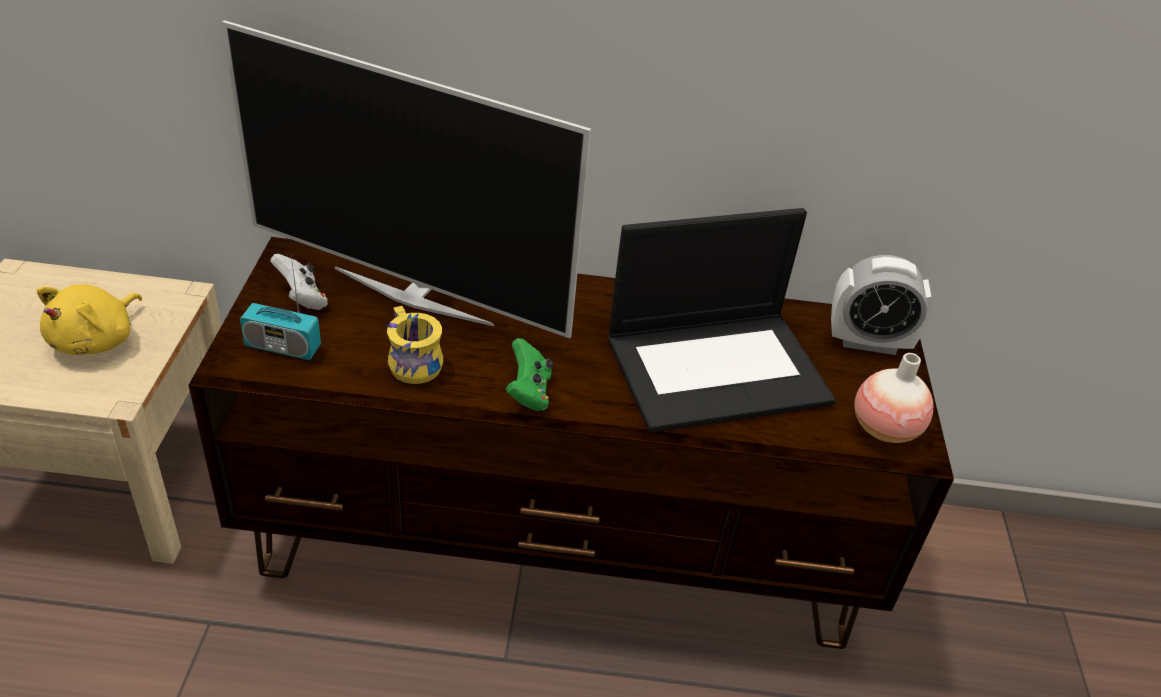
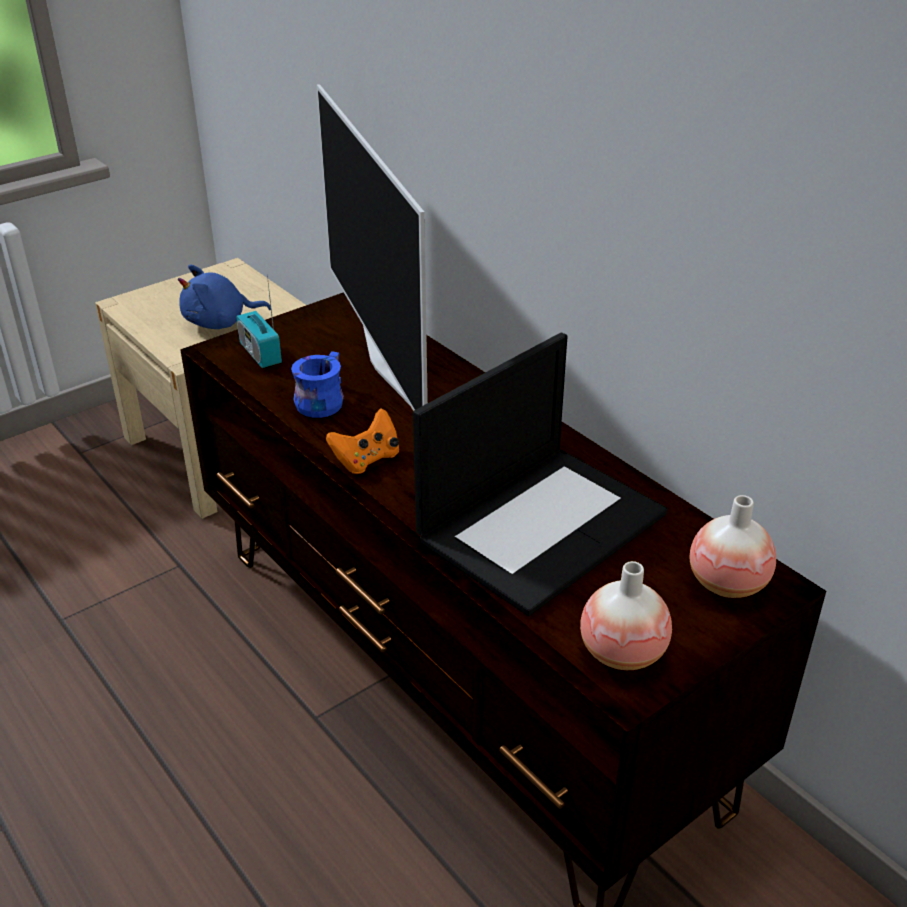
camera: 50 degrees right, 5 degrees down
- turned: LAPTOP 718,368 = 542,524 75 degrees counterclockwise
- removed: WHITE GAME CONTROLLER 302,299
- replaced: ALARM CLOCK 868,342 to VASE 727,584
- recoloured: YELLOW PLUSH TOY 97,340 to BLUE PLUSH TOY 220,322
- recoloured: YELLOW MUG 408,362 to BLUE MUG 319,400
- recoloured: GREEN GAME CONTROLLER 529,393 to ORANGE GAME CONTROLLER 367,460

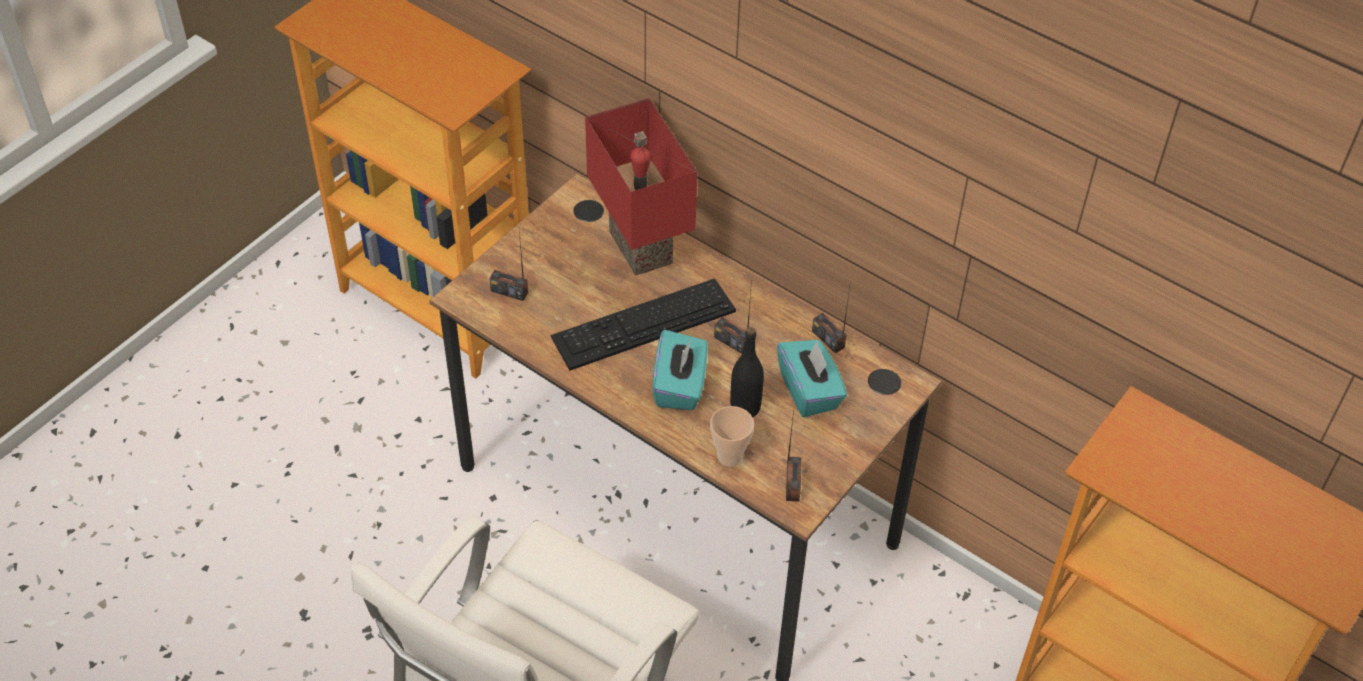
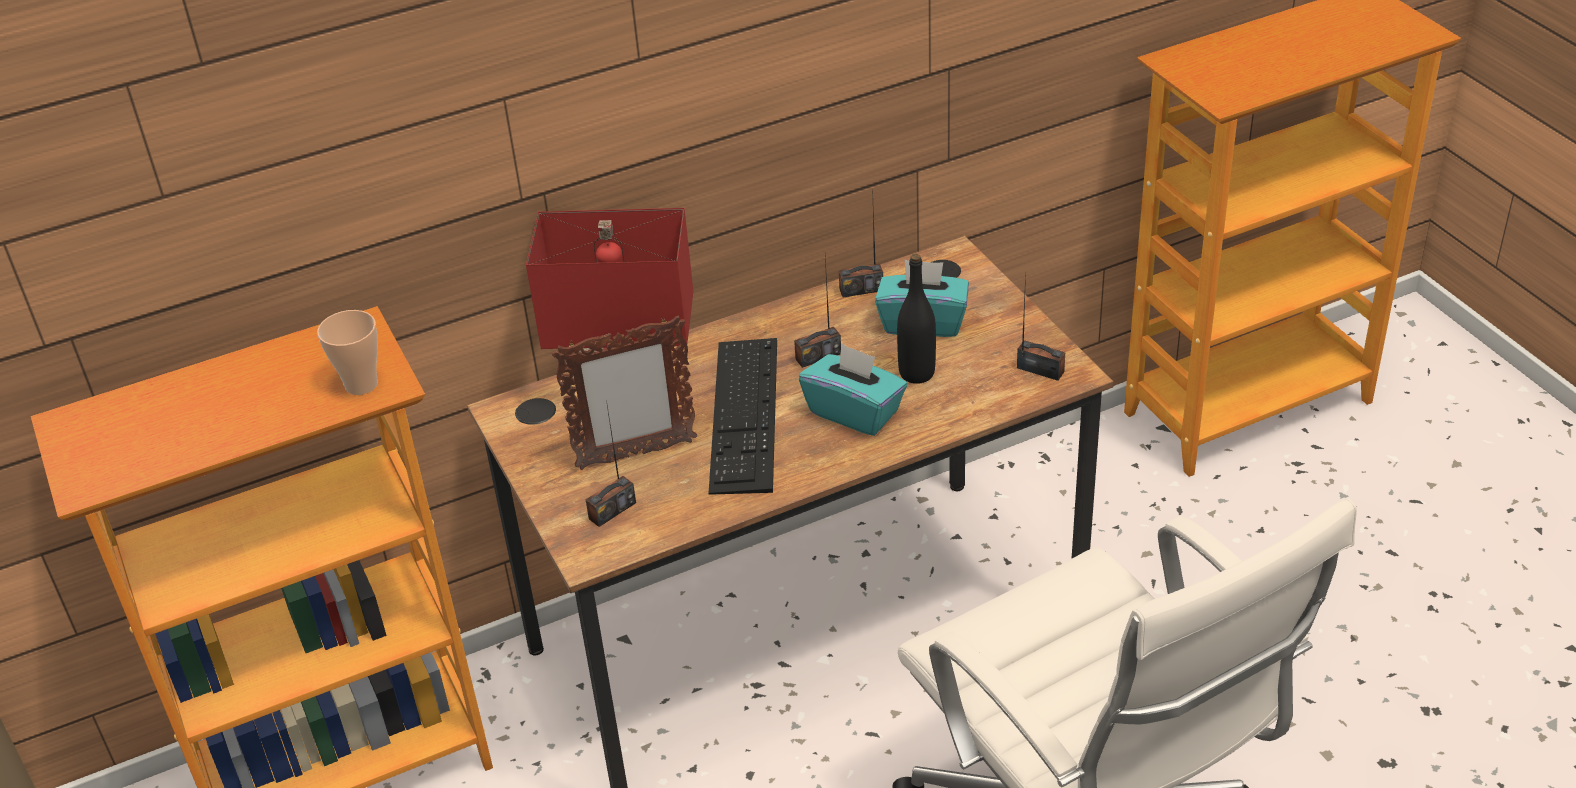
camera: 60 degrees left, 10 degrees down
- moved: CUP 730,456 to 361,385
- added: PICTURE FRAME 635,455

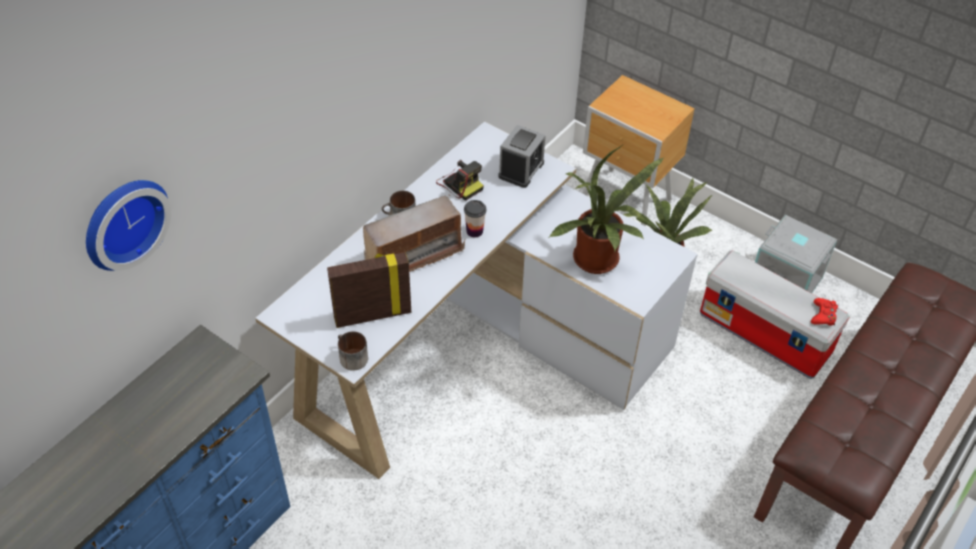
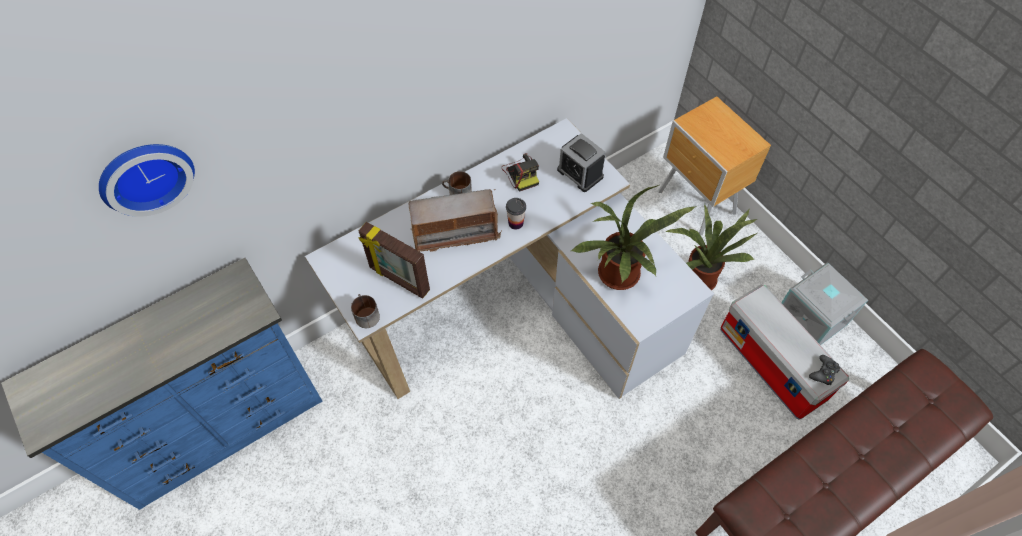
camera: 20 degrees right, 10 degrees up
- turned: ALARM CLOCK 521,169 = 580,173 90 degrees clockwise
- turned: PICTURE FRAME 372,315 = 398,280 150 degrees counterclockwise
- recoloured: RED GAME CONTROLLER 823,315 to BLACK GAME CONTROLLER 823,372

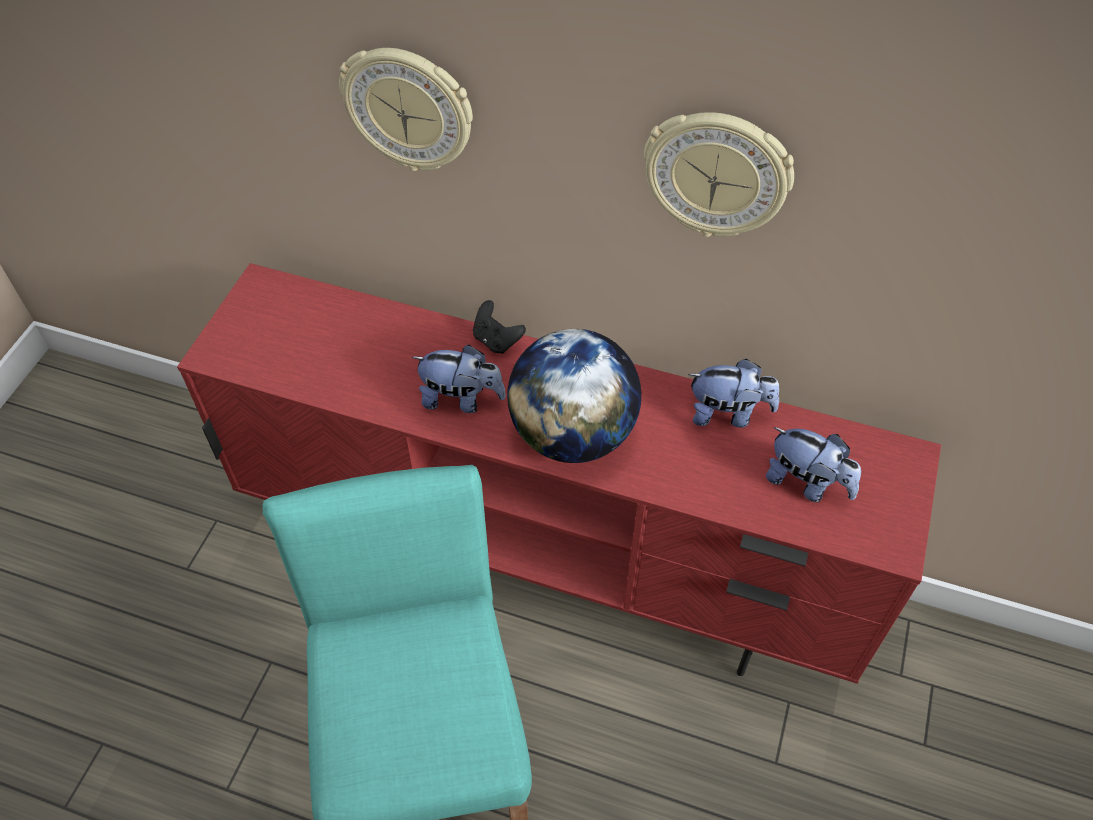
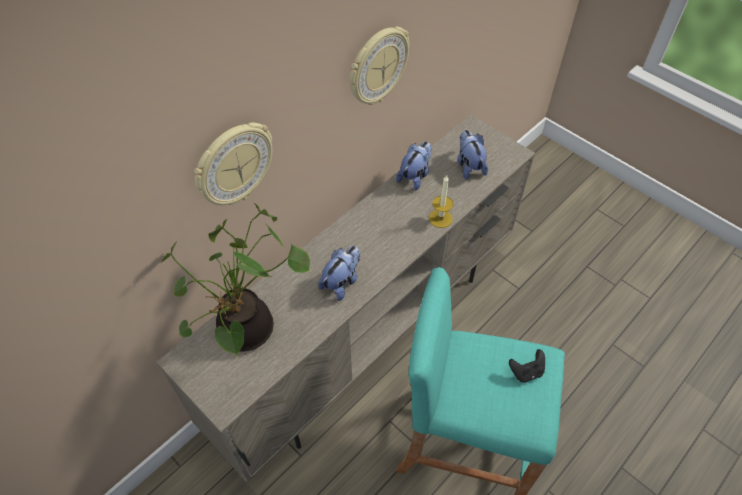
camera: 65 degrees left, 0 degrees up
- recoloured: RED TV STAND 551,562 to BEIGE TV STAND 370,336
- moved: BLACK GAME CONTROLLER 496,340 to 526,372
- removed: GLOBE 572,434
- turned: PLUSH TOY 807,483 = 469,166 75 degrees counterclockwise
- added: CANDLE 440,218
- added: POTTED PLANT 248,333

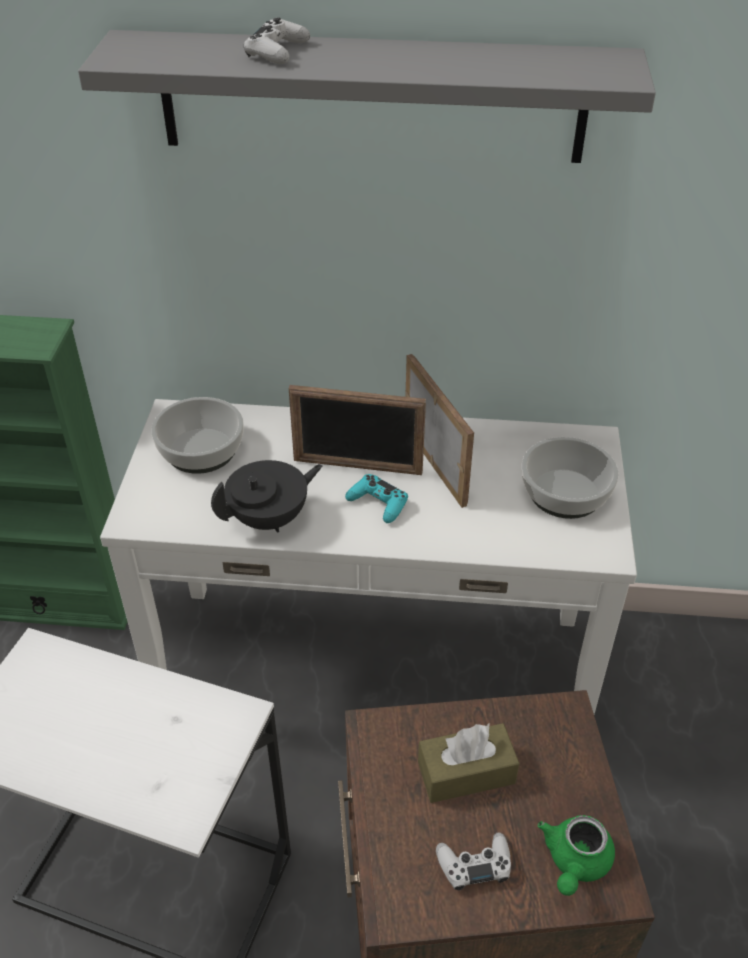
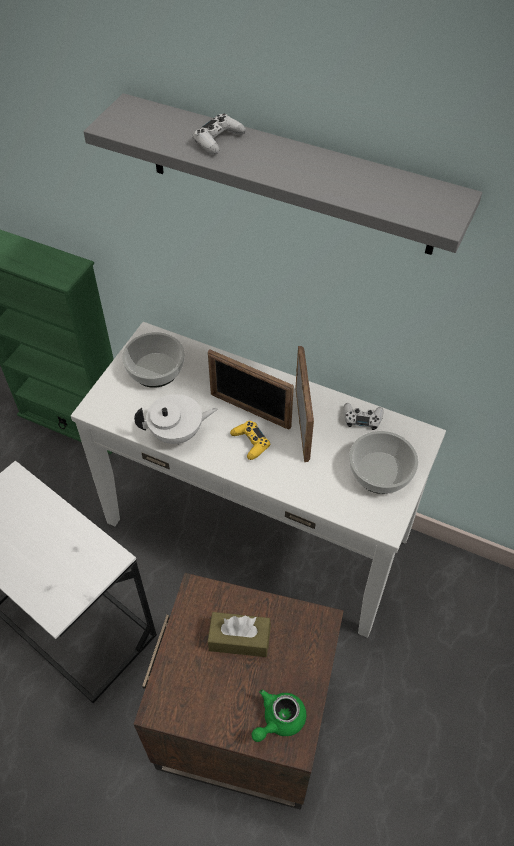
camera: 20 degrees right, 10 degrees up
- recoloured: BLACK TEAPOT 270,518 to WHITE TEAPOT 177,433
- recoloured: TURQUOISE GAME CONTROLLER 378,503 to YELLOW GAME CONTROLLER 250,442
- moved: WHITE GAME CONTROLLER 474,865 to 362,419

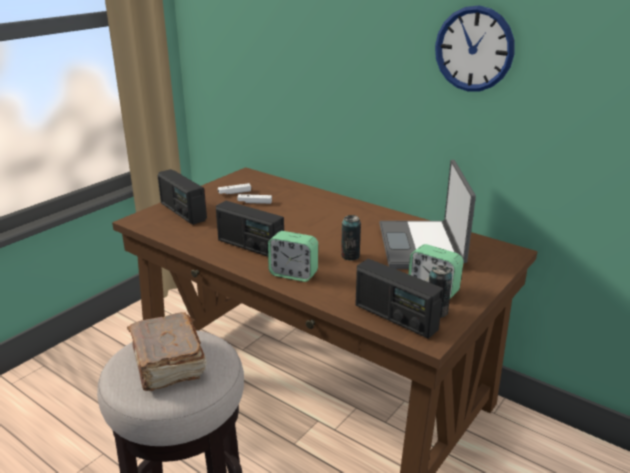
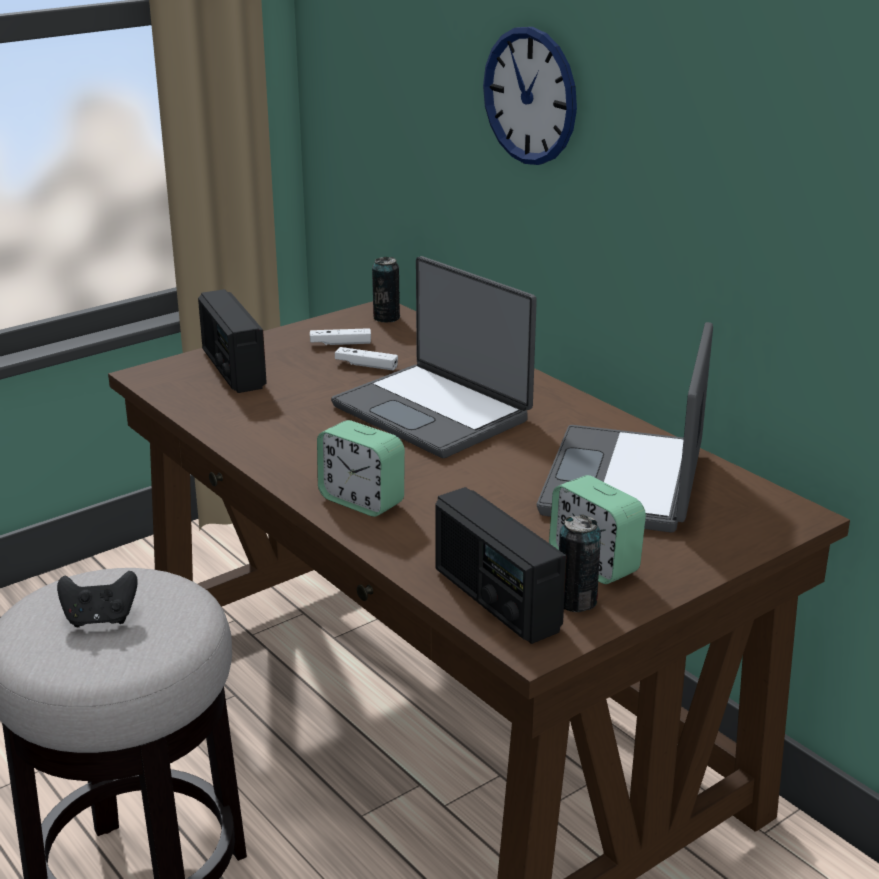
camera: 15 degrees right, 0 degrees up
- moved: WALL CLOCK 474,49 to 530,96
- removed: RADIO 250,246
- moved: CAN 350,256 to 386,318
- replaced: BROWN BOOK 167,363 to BLACK GAME CONTROLLER 100,619
- added: LAPTOP 434,412

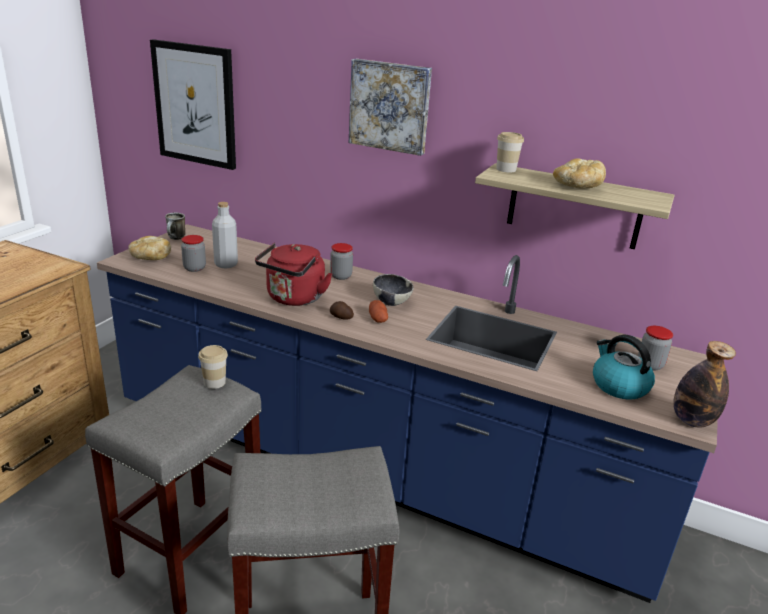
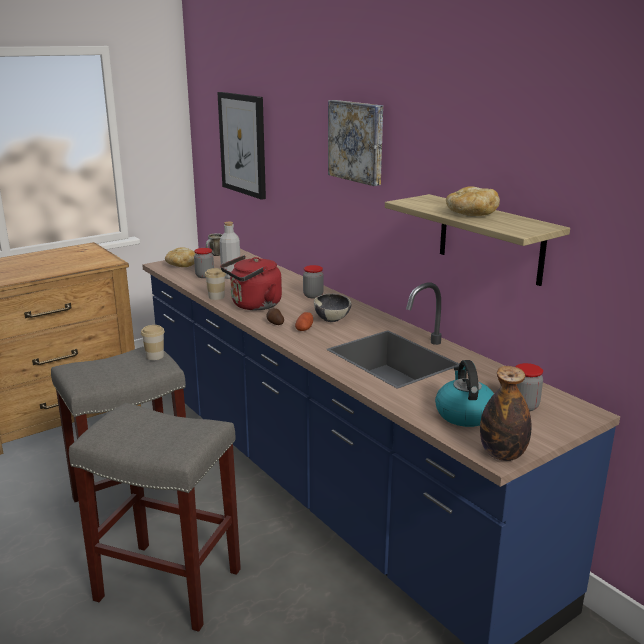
camera: 30 degrees right, 5 degrees down
- moved: CUP 506,169 to 216,297

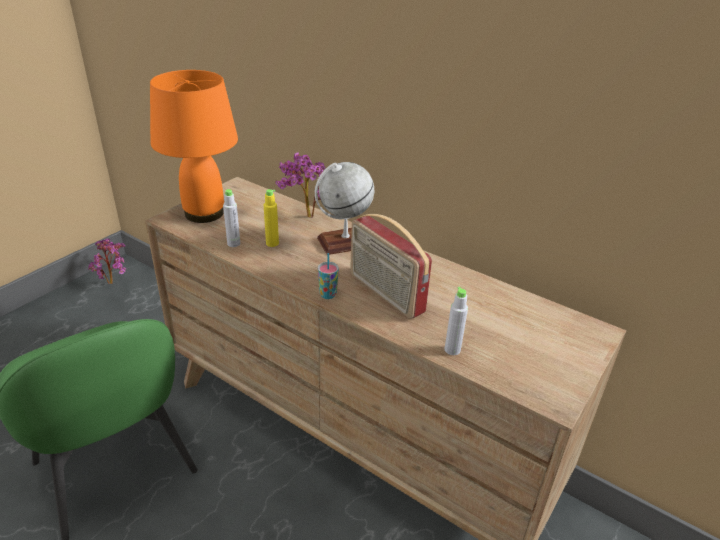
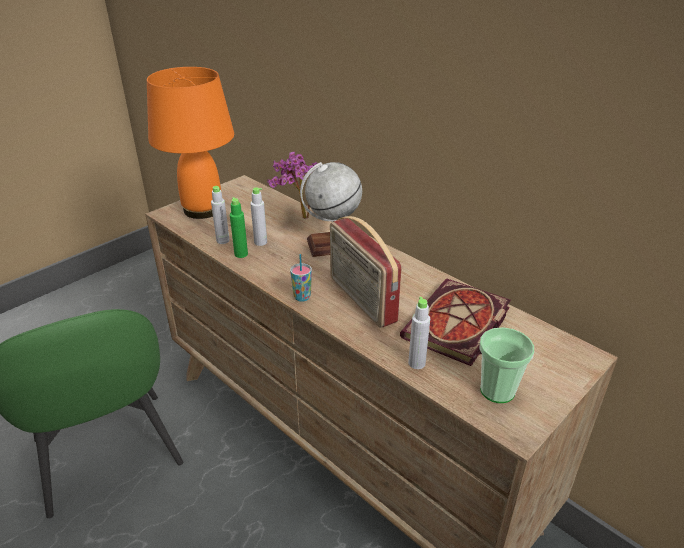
camera: 10 degrees right, 0 degrees up
- recoloured: YELLOW BOTTLE 272,243 to GREY BOTTLE 260,242
- removed: POTTED PLANT 114,282
- added: GREEN BOTTLE 241,254
- added: BOOK 457,326
- added: CUP 497,391

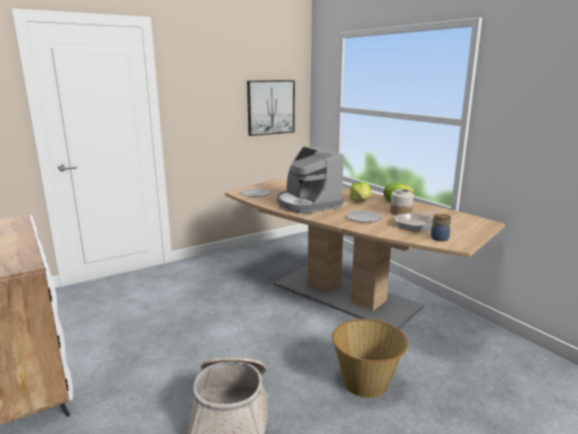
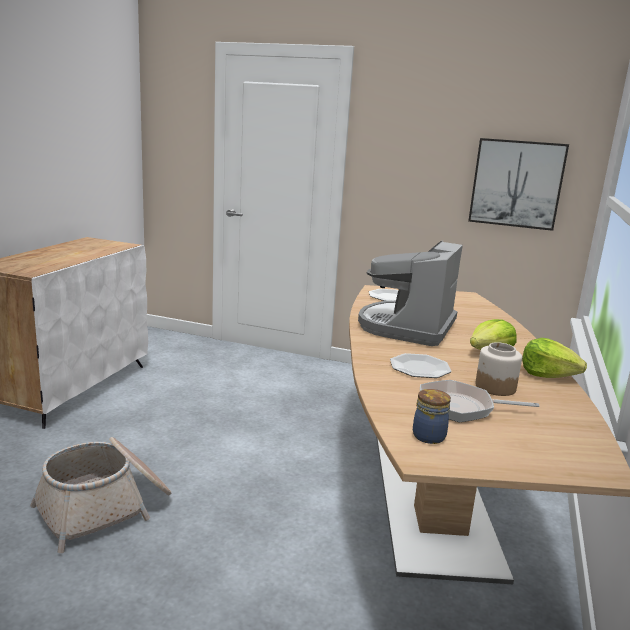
camera: 50 degrees right, 0 degrees up
- removed: BASKET 366,383

